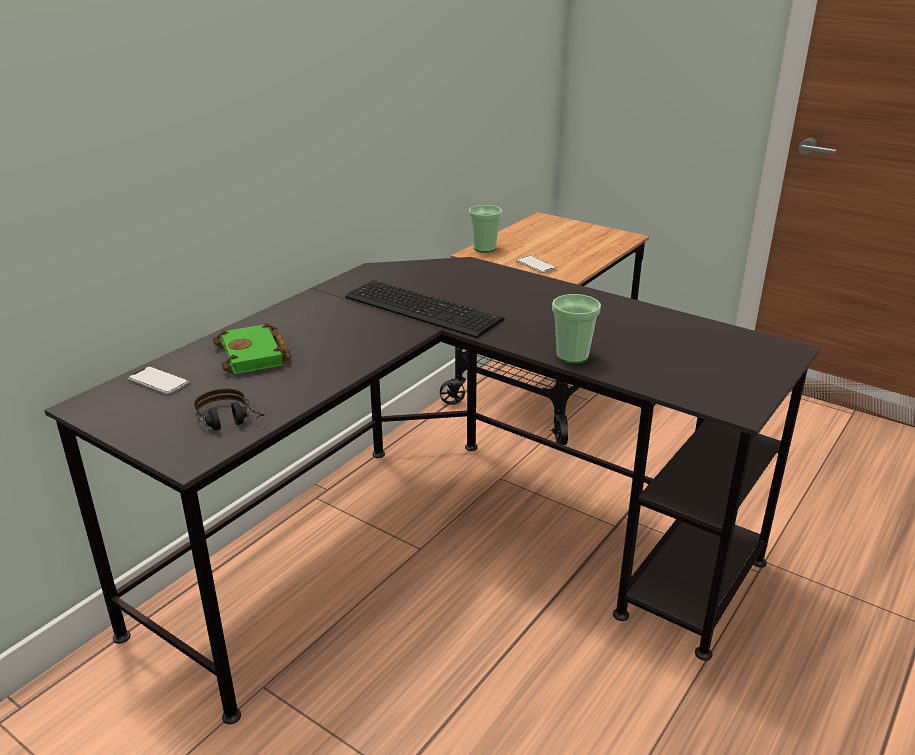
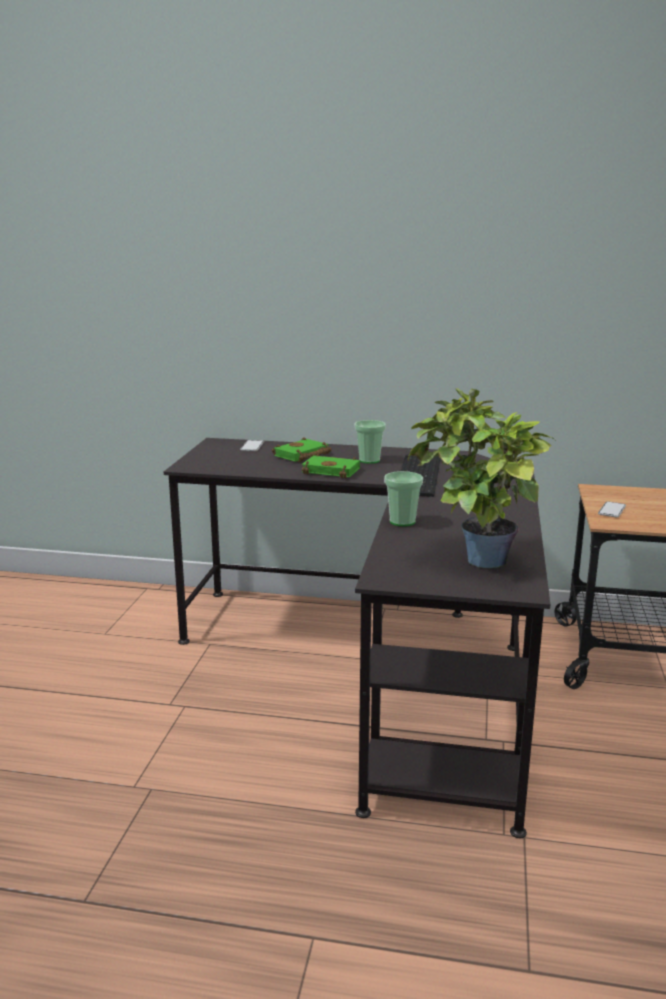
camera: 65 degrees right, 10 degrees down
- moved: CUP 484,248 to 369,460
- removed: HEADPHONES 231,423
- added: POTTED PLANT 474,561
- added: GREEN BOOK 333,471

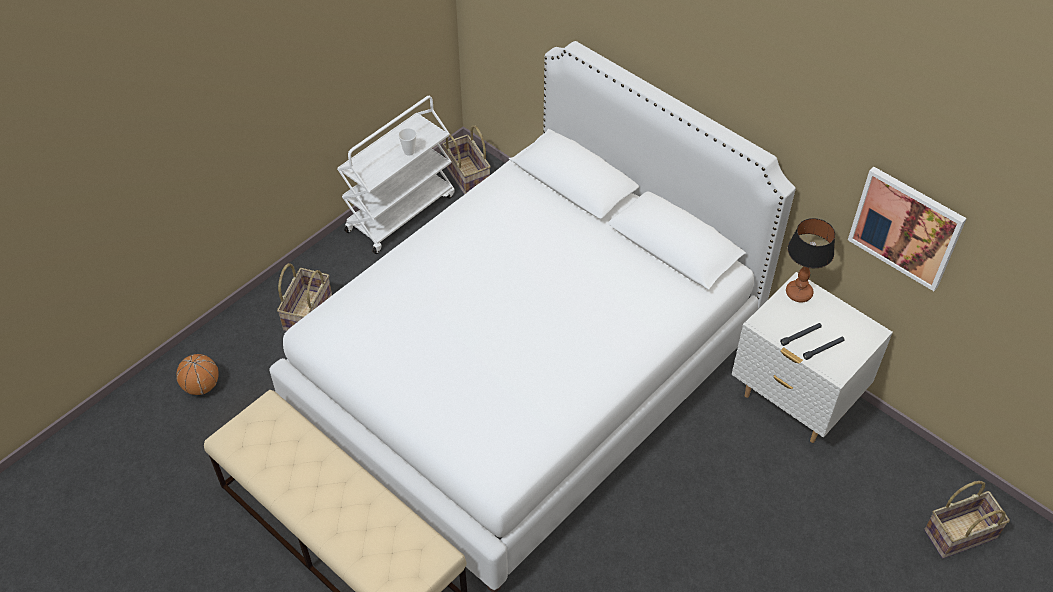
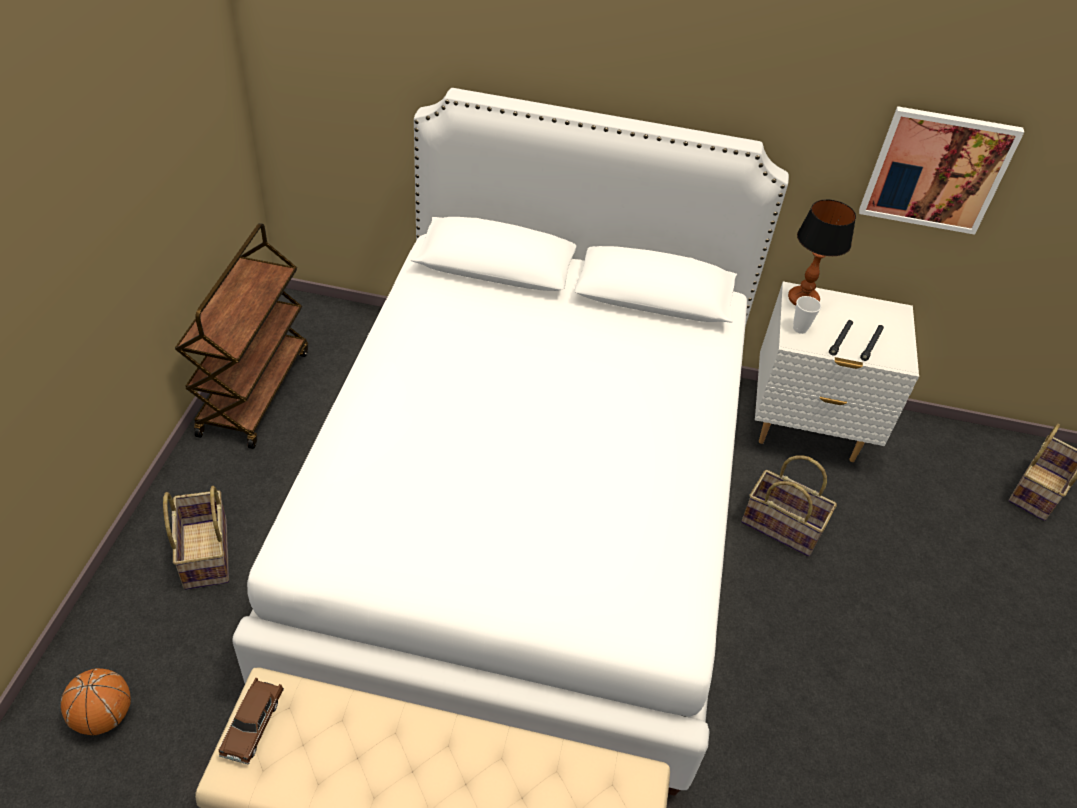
camera: 35 degrees left, 5 degrees down
- recoloured: WHITE CART 400,212 to BROWN CART 254,391
- moved: BASKET 468,176 to 782,526
- moved: CUP 409,151 to 800,328
- added: BROWN TOY CAR 253,725

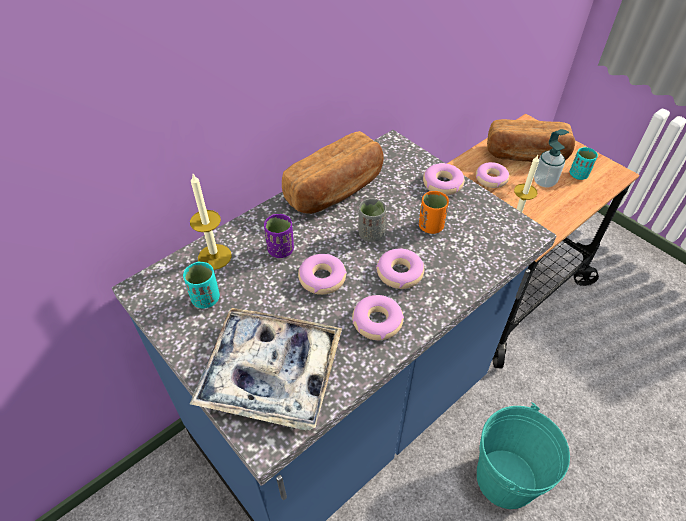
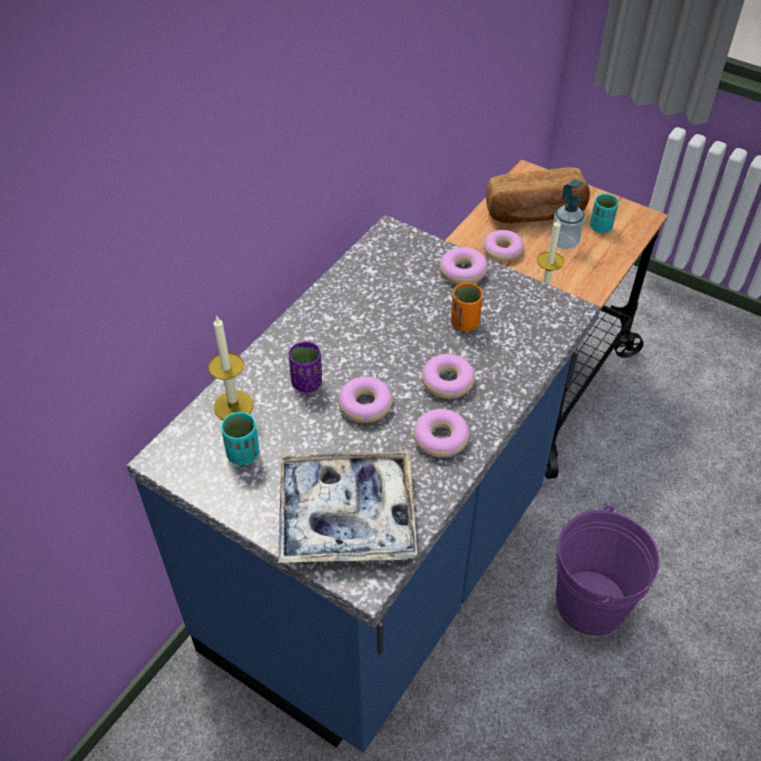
camera: 15 degrees left, 0 degrees up
- removed: BREAD 336,190
- removed: GREY CUP 371,234
- recoloured: TURQUOISE BUCKET 505,478 to PURPLE BUCKET 591,602

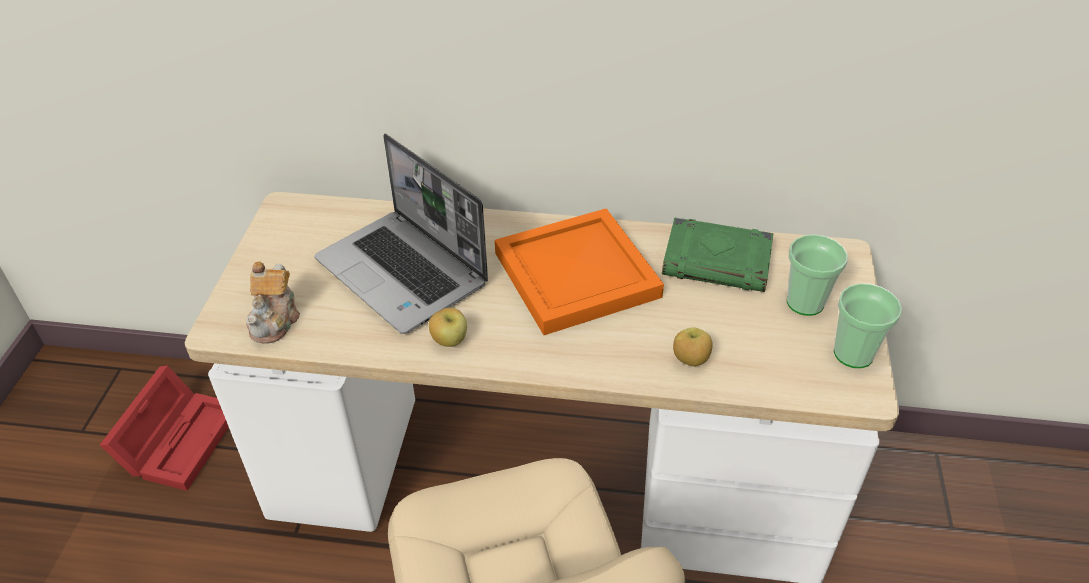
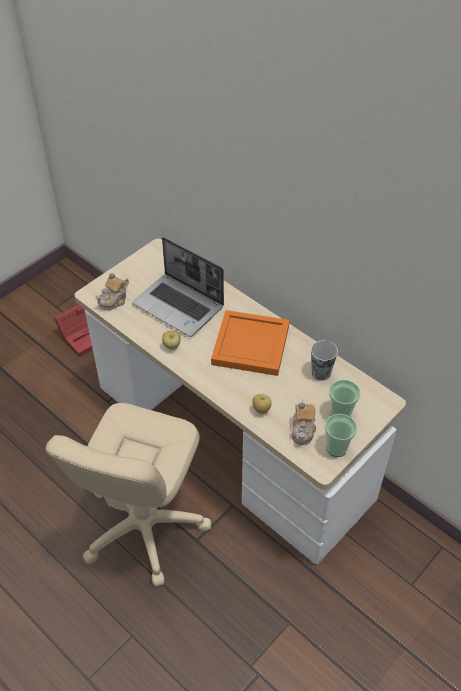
camera: 35 degrees right, 5 degrees up
- turned: LAPTOP 404,273 = 180,306 45 degrees counterclockwise
- replaced: GREEN BOOK 718,261 to CUP 321,373
- added: TEAPOT 303,430

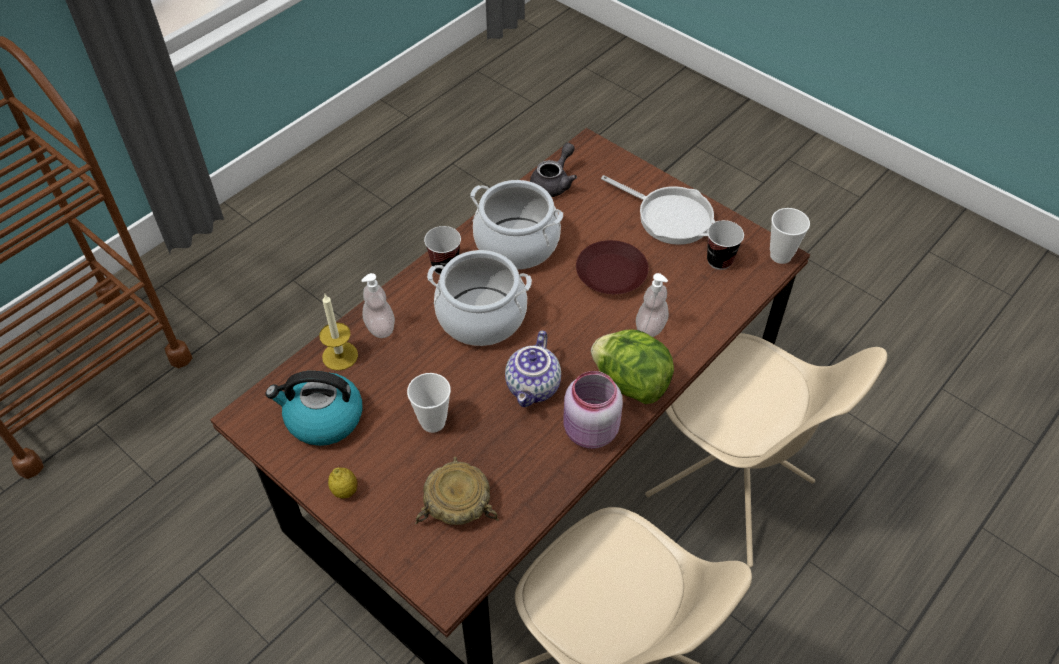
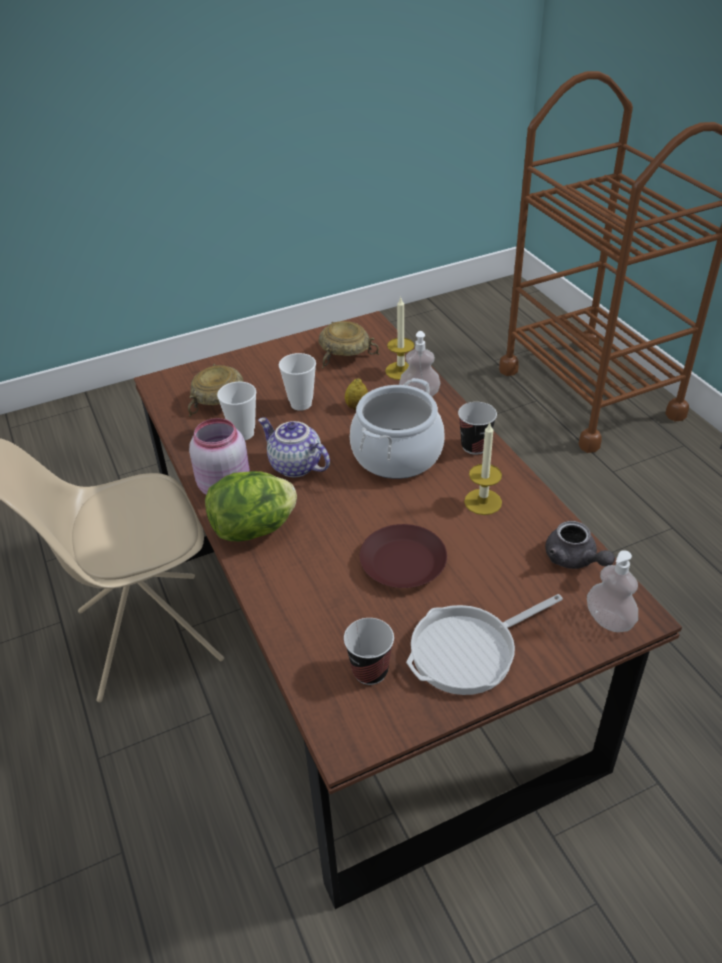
camera: 115 degrees right, 10 degrees down
- replaced: COOKING POT 516,244 to CANDLE 483,502
- moved: CUP 780,255 to 243,433
- moved: SOAP DISPENSER 650,327 to 609,620
- removed: BEIGE CHAIR 732,491
- replaced: KETTLE 323,419 to BEIGE BOWL 343,354
- moved: LEMON 345,491 to 357,407

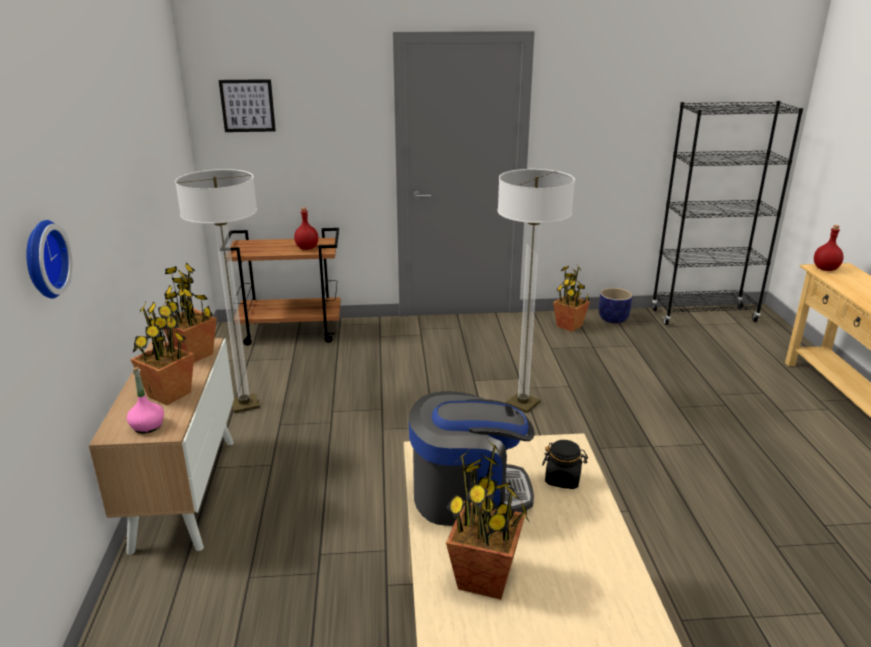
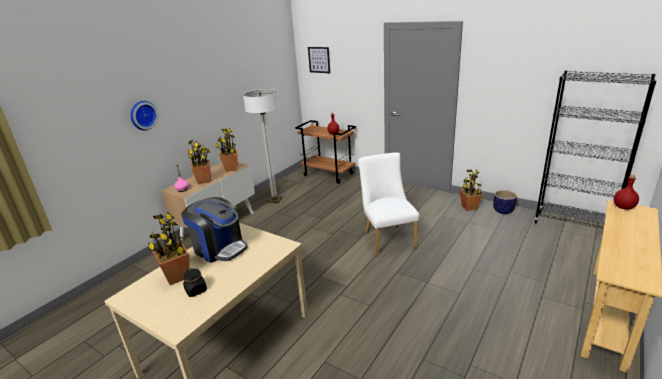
camera: 40 degrees right, 0 degrees up
- replaced: FLOOR LAMP 522,404 to WHITE CHAIR 387,238
- moved: BLACK JAR 563,479 to 196,290

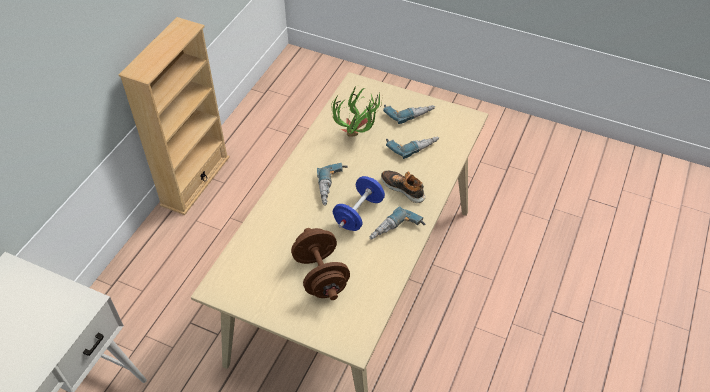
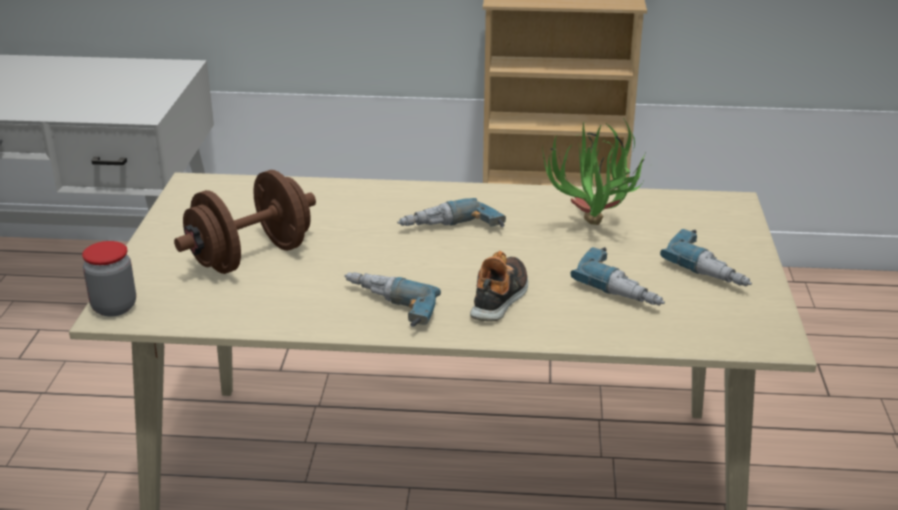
camera: 70 degrees right, 20 degrees down
- removed: BLUE DUMBBELL 358,213
- added: JAR 114,307

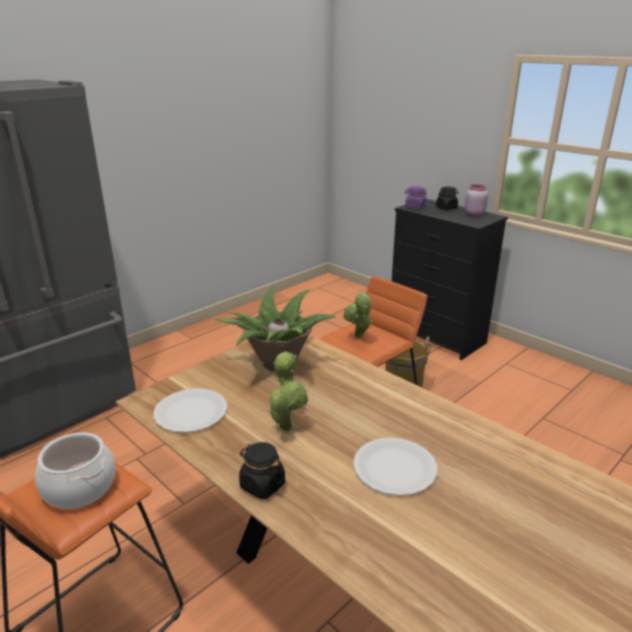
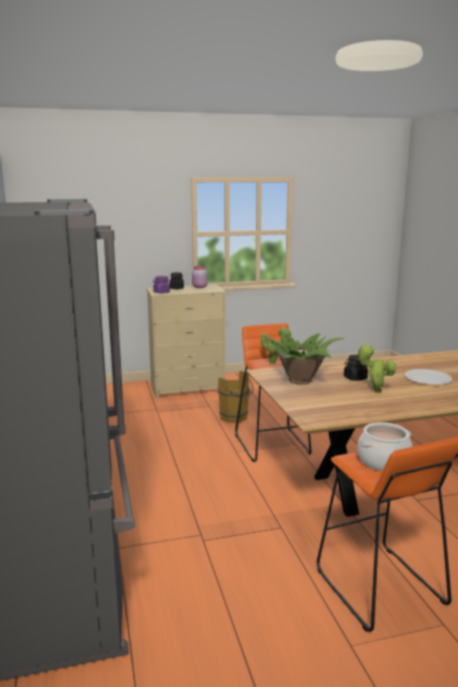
camera: 60 degrees left, 10 degrees down
- recoloured: BLACK DRESSER 436,336 to BEIGE DRESSER 188,389
- removed: WHITE PLATE 191,412
- moved: BLACK JAR 262,485 to 355,378

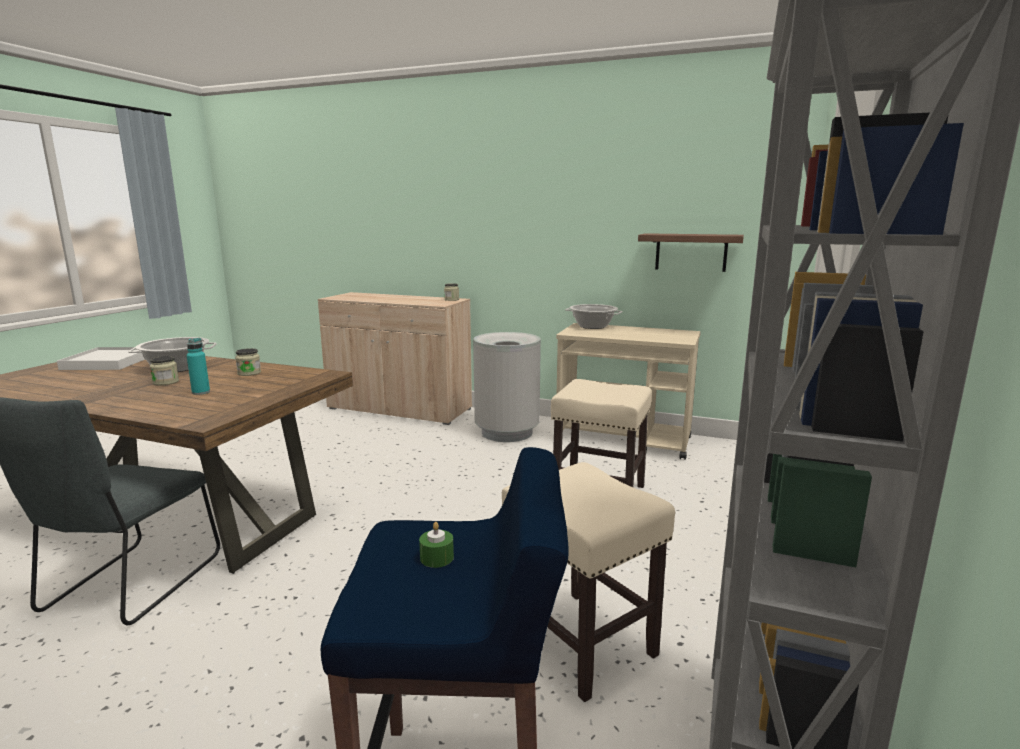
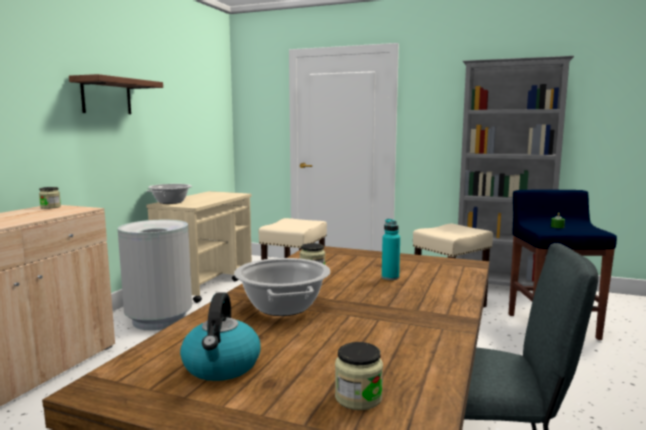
camera: 90 degrees left, 5 degrees down
- moved: SHELF 691,252 to 106,96
- replaced: WHITE TRAY 108,362 to KETTLE 221,366
- moved: JAR 166,382 to 358,397

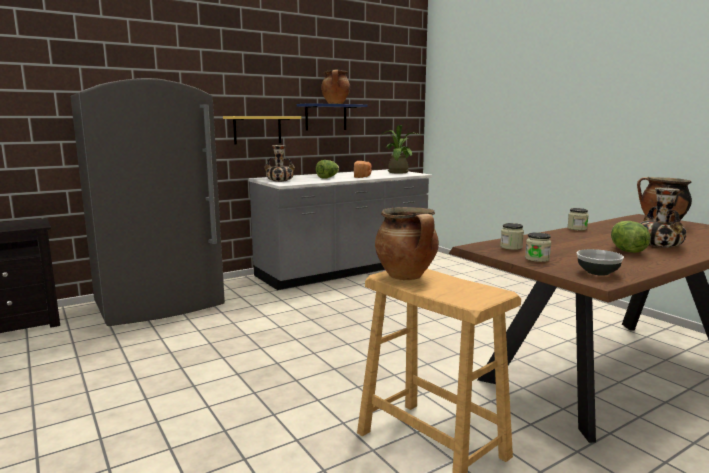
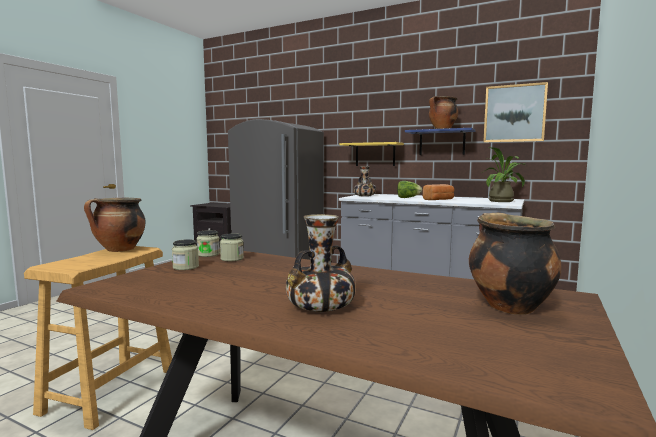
camera: 60 degrees right, 5 degrees down
- moved: JAR 577,228 to 208,254
- removed: LETTUCE 626,250
- removed: BOWL 597,272
- added: PICTURE 514,113

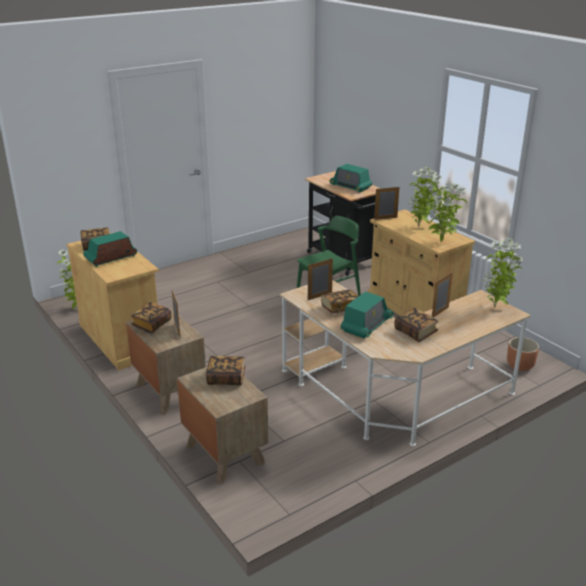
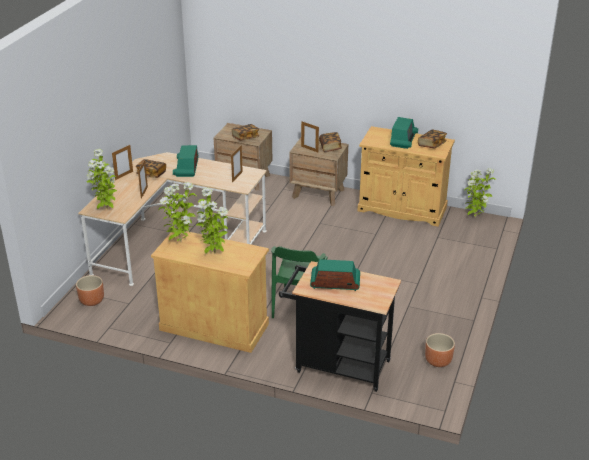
camera: 145 degrees right, 5 degrees up
- moved: PICTURE FRAME 385,218 to 124,175
- removed: BOOK 340,309
- added: BROWN PLANTER 437,361

